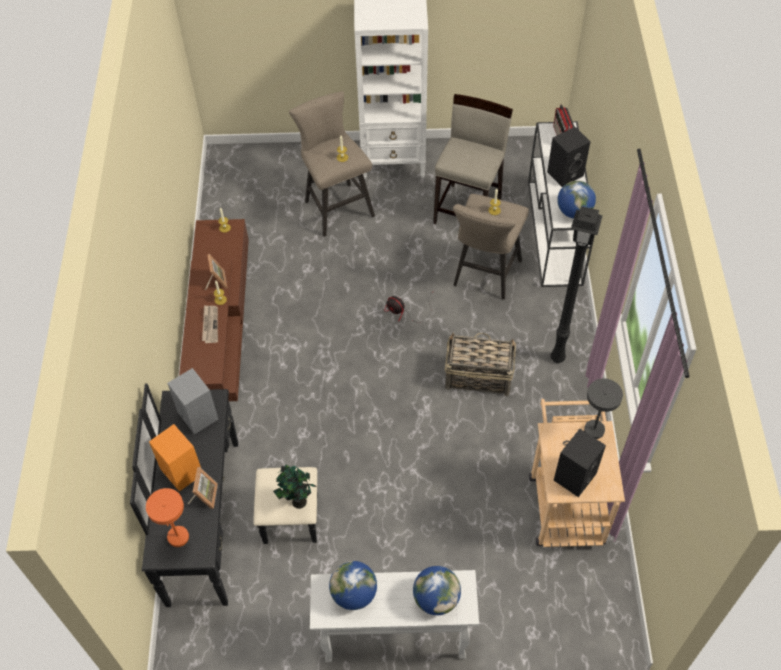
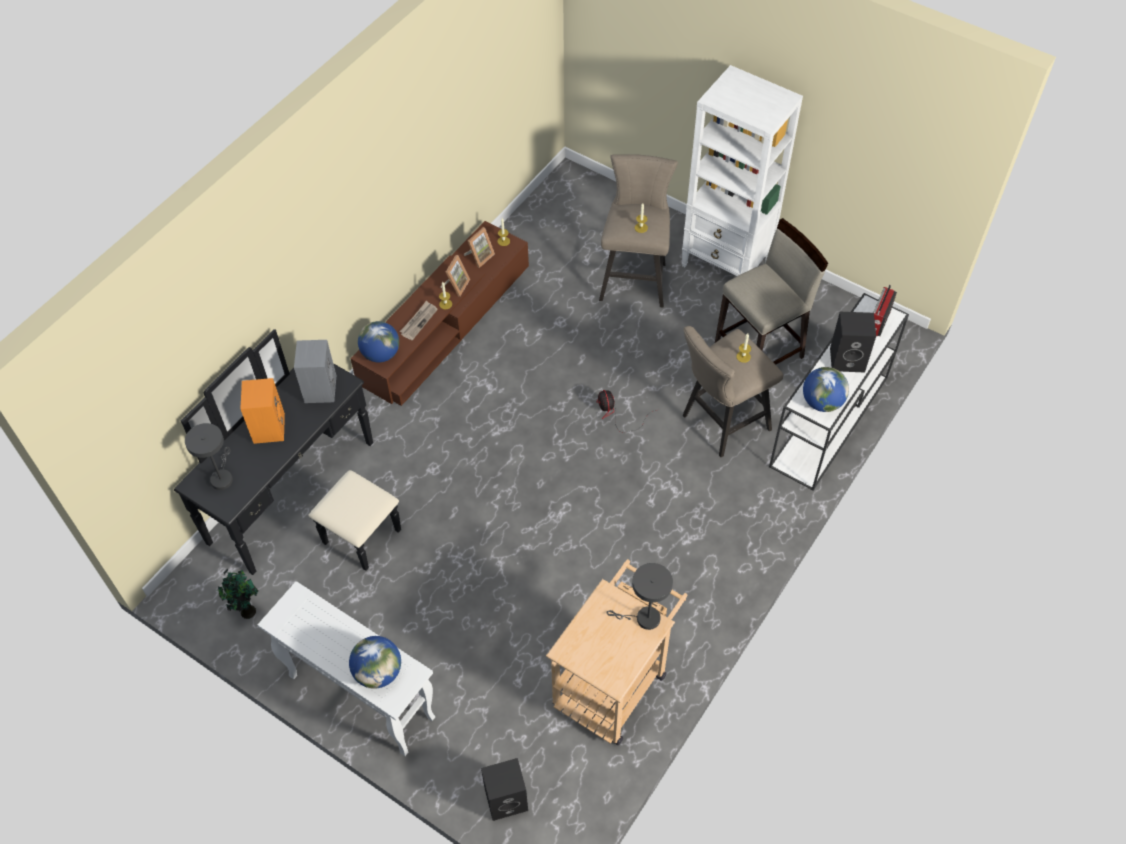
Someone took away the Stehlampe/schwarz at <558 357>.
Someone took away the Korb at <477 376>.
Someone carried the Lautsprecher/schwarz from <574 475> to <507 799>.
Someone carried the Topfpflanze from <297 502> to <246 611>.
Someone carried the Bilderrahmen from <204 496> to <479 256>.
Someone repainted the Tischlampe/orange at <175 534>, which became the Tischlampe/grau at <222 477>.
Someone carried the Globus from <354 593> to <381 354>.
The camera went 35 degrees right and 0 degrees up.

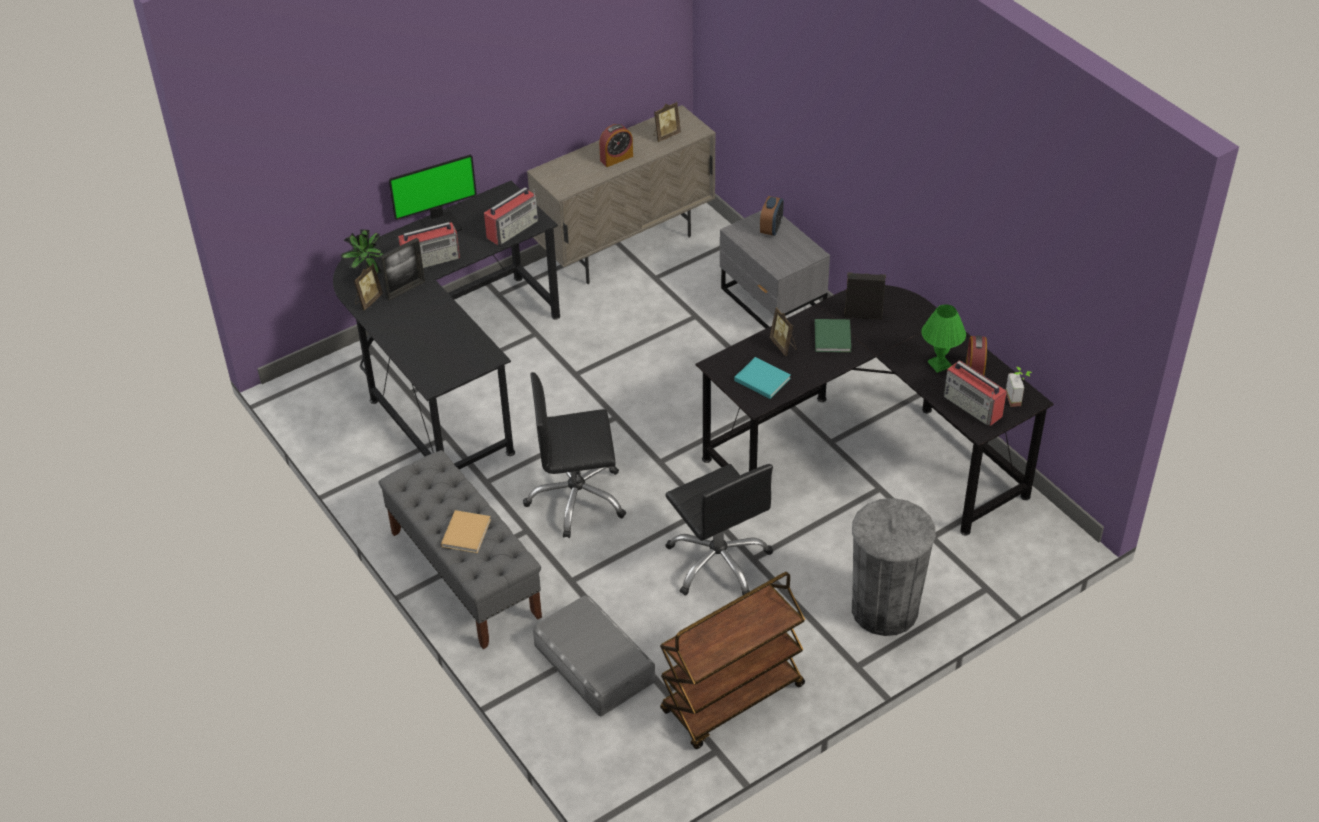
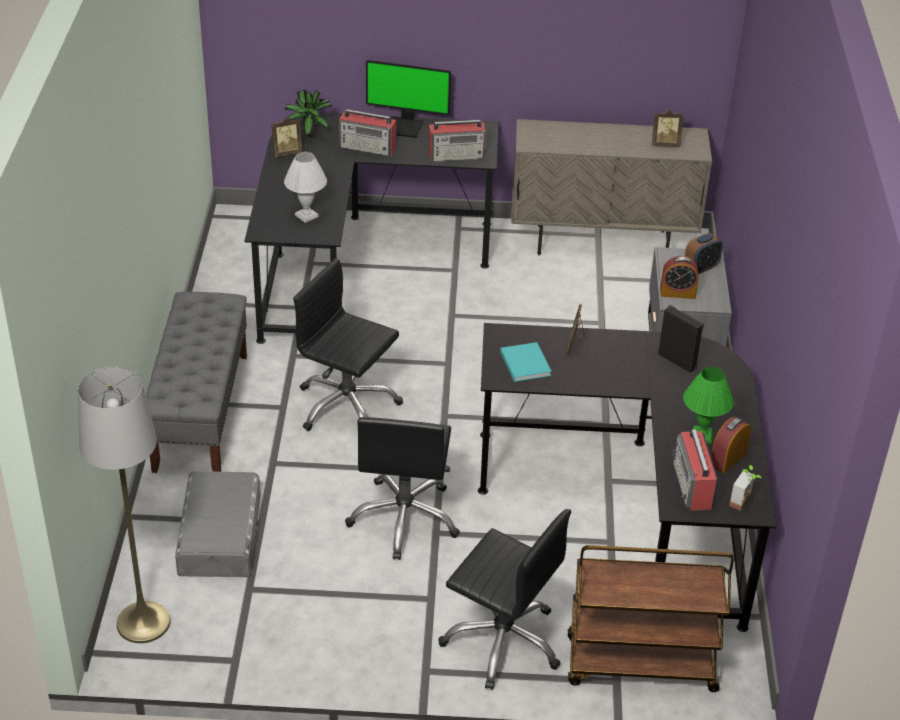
Someone carried the Wecker from <616 158> to <677 293>.
Someone took away the Bilderrahmen at <405 290>.
Someone took away the Buch/grün at <832 338>.
Someone swapped the Mülleimer/grau at <884 609> for the Bürostuhl/schwarz at <503 641>.
Someone took away the Buch/beige at <466 532>.
Someone carried the Rollwagen/braun from <732 700> to <639 665>.
Someone put down the Tischlampe/weiß at <307 215>.
Someone put down the Stehlampe/grau at <143 622>.
The camera went 35 degrees right and 5 degrees down.

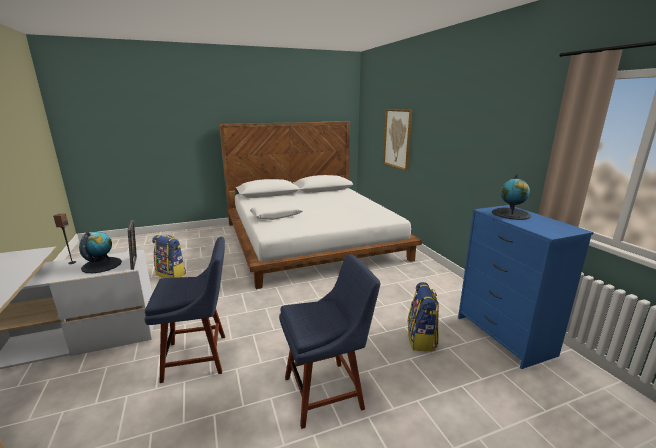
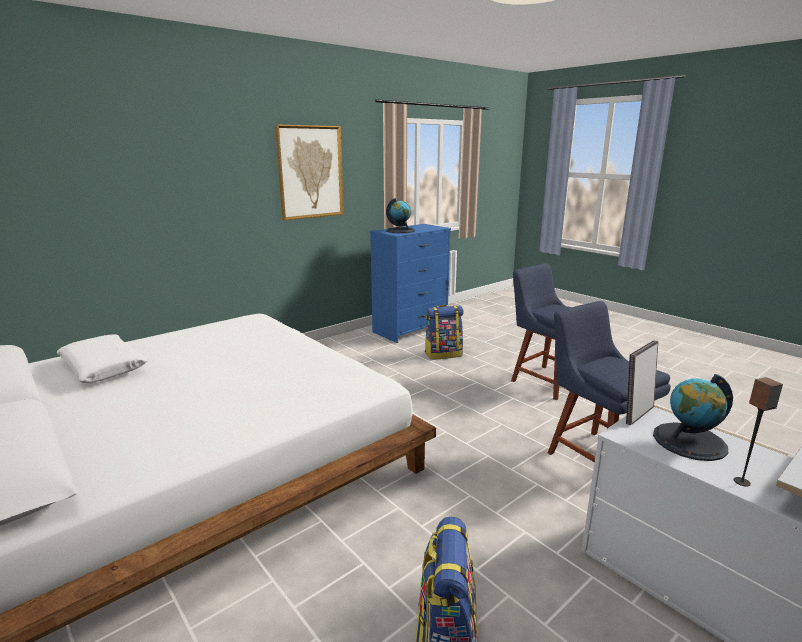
Someone carried the Bild from <397 138> to <310 172>.
Someone carried the Kissen/weiß from <276 216> to <104 367>.
The camera went 110 degrees left and 0 degrees up.

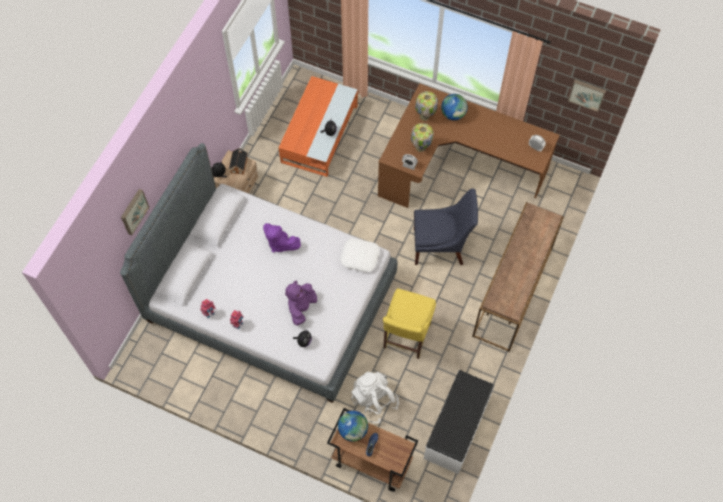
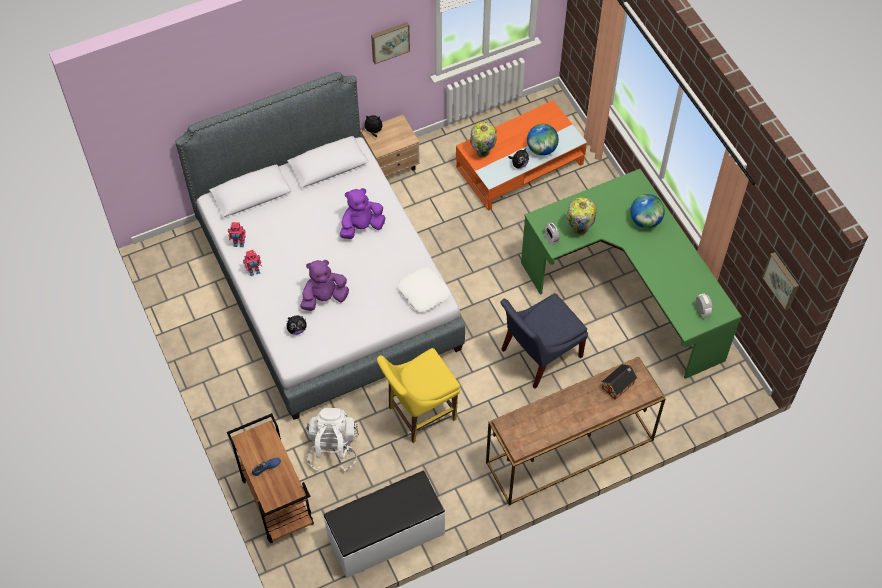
Someone repainted the Schreibtisch/braun at <457 169>, which became the Schreibtisch/grün at <628 293>.
Someone carried the Tischlampe from <425 117> to <482 153>.
Someone carried the Spielzeughaus from <239 164> to <619 385>.
Someone carried the Bild from <133 211> to <389 41>.
Someone rotated the Stuhl/blau at <441 246> by 105 degrees clockwise.
Someone rotated the Plüschtier/lila at <280 243> by 75 degrees clockwise.
Someone carried the Globus from <353 430> to <541 149>.
The camera went 40 degrees right and 5 degrees down.

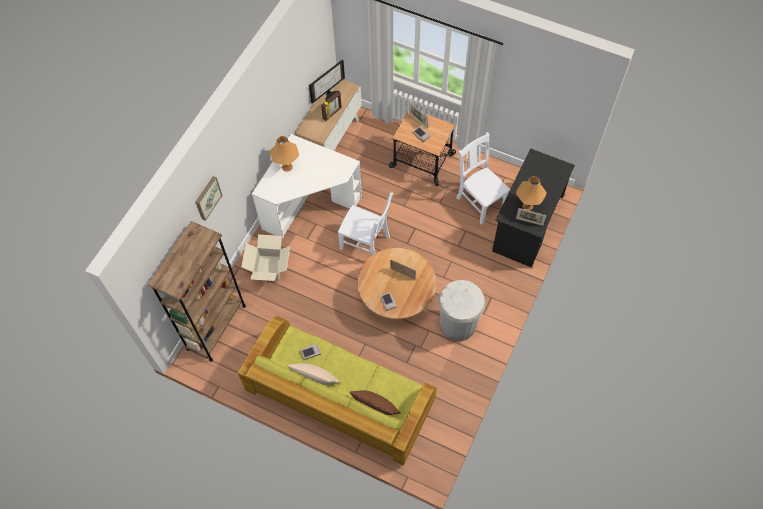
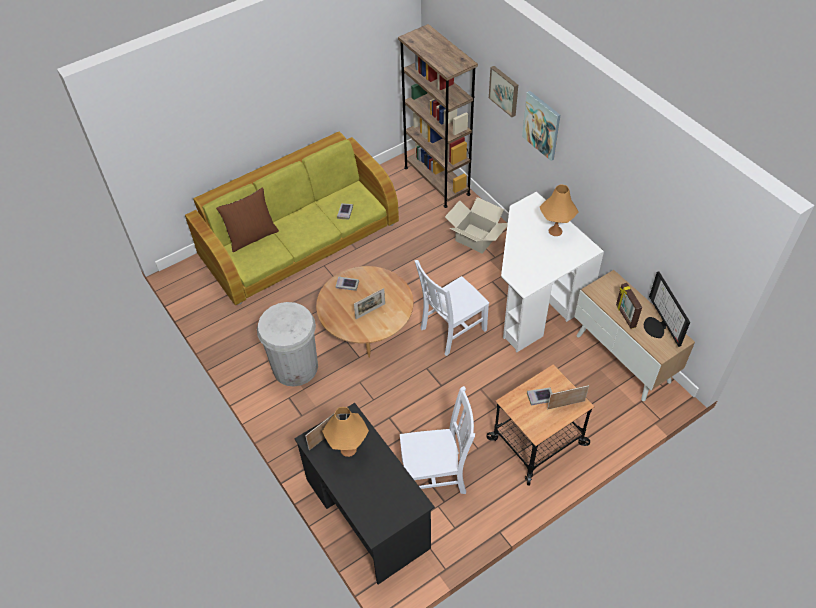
Someone took away the Kissen/beige at <315 381>.
Someone put up the Bild at <542 125>.
The camera went 120 degrees right and 10 degrees down.

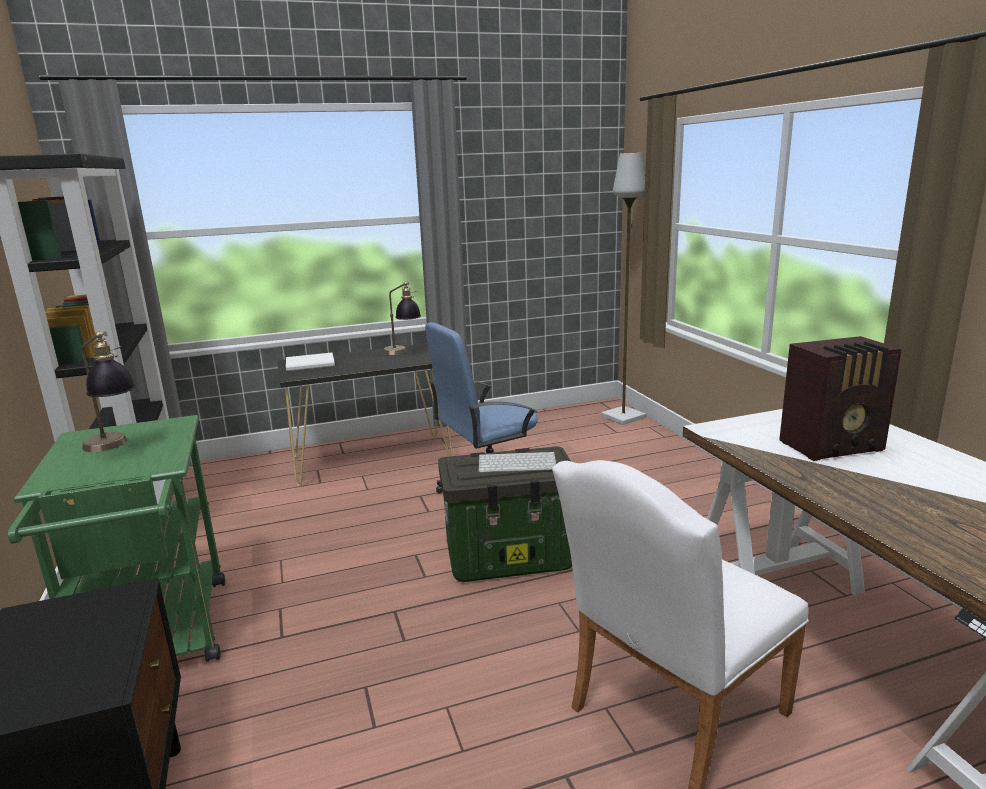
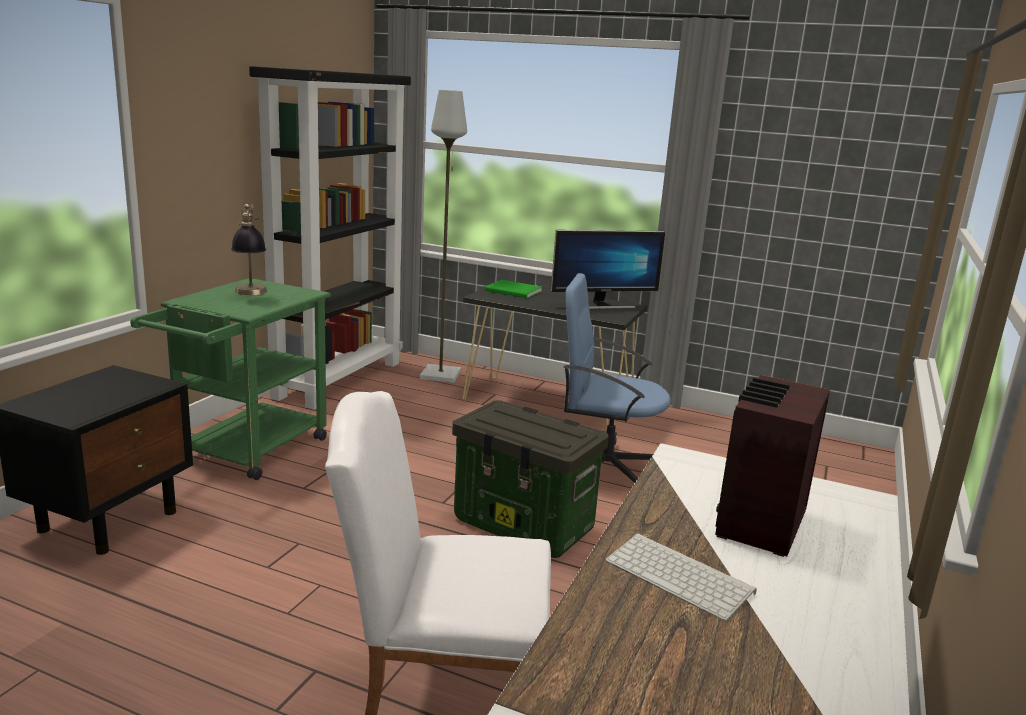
Someone carried the Stehlampe/grau from <623 416> to <441 375>.
Someone swapped the Tischlampe at <403 352> for the Monitor at <603 305>.
Someone rotated the Radio at <834 446> by 90 degrees clockwise.
Someone repainted the Buch/weiß at <312 364>, which became the Buch/grün at <514 291>.
Someone carried the Tastatur from <518 463> to <681 576>.
The camera went 40 degrees right and 0 degrees up.

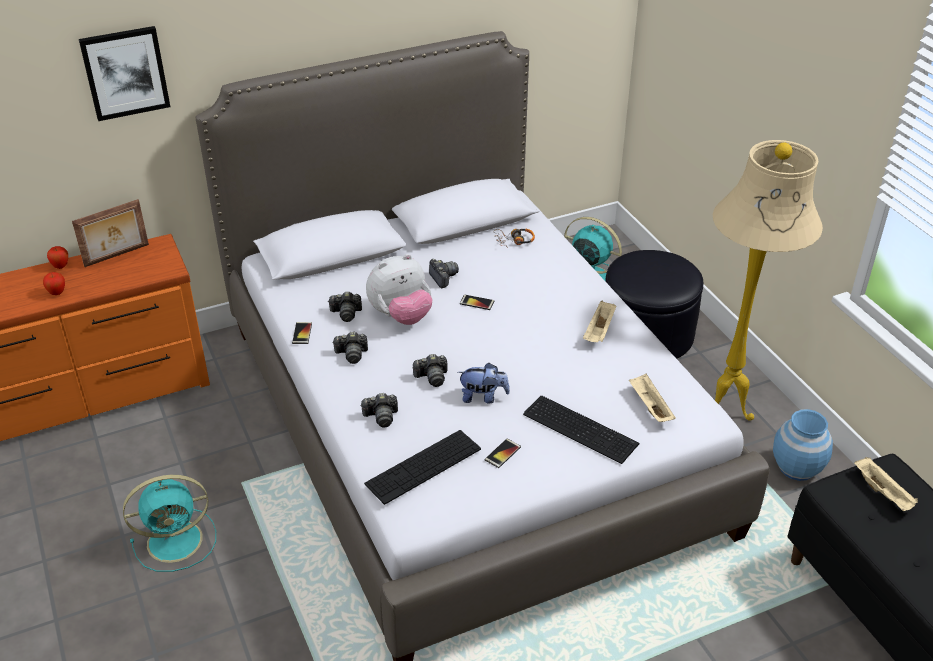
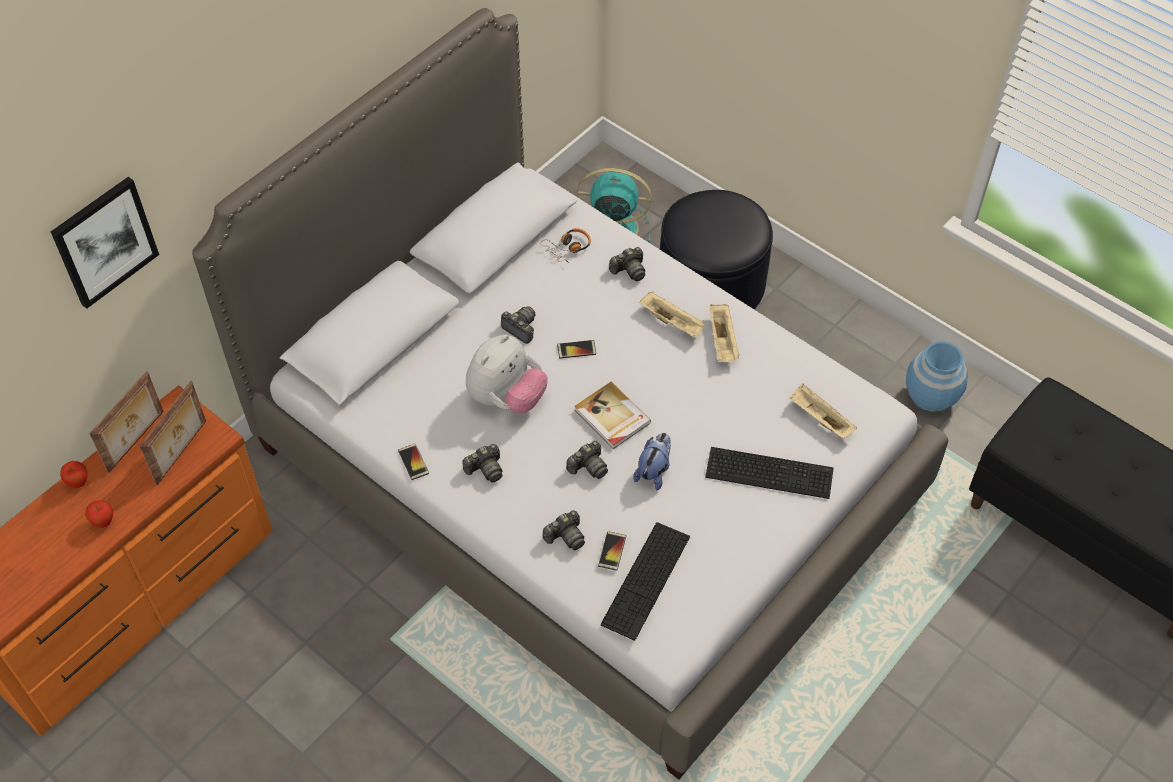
Someone took away the Stehlampe/beige at <728 410>.
Someone carried the Kamera from <346 313> to <629 270>.
Someone rotated the Plüschtier at <483 397> by 45 degrees counterclockwise.
Someone carried the Handy from <502 453> to <612 551>.
Someone carried the Tablett/beige from <883 493> to <673 322>.
Someone took away the Ventilator/türkis at <177 540>.
Someone put down the Bilderrahmen at <182 452>.
Someone put down the Buch at <612 417>.
The camera went 25 degrees left and 15 degrees up.

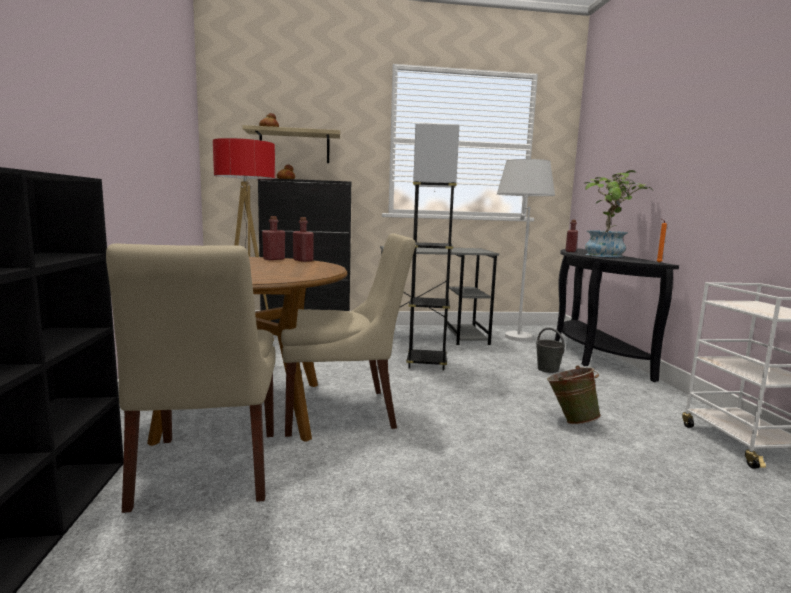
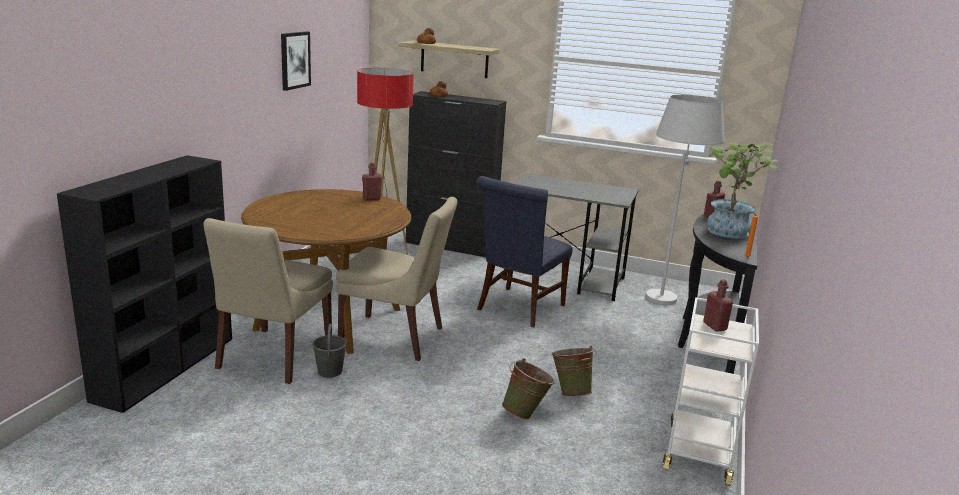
Someone swapped the Stehlampe/grau at <426 363> for the Stuhl/blau at <518 309>.
Someone carried the Flasche/rot from <303 260> to <714 326>.
Someone carried the Eimer/grau from <548 369> to <330 371>.
Someone put up the Bild at <294 60>.
Someone put down the Eimer/grün at <526 413>.
The camera went 25 degrees right and 10 degrees up.

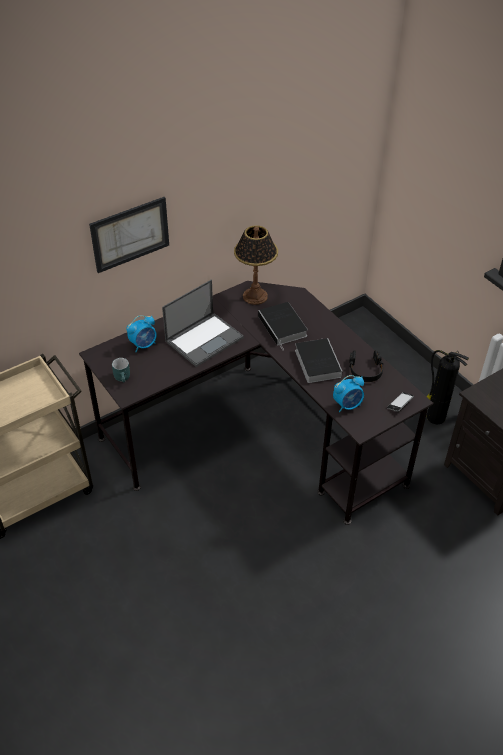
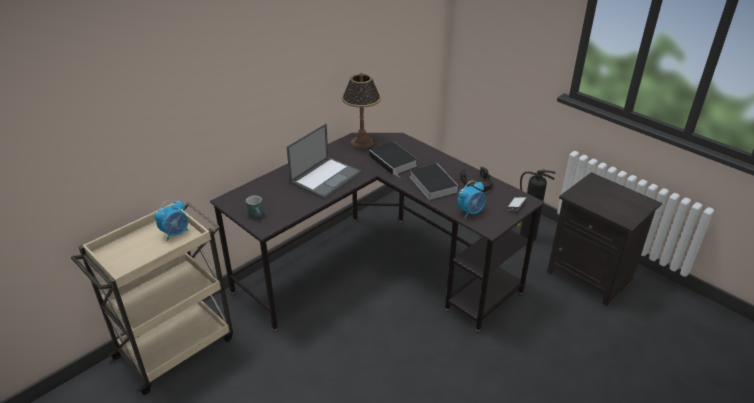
Someone took away the Bild at <130 234>.
Someone carried the Wecker from <144 345> to <176 233>.
The camera went 10 degrees left and 10 degrees down.

